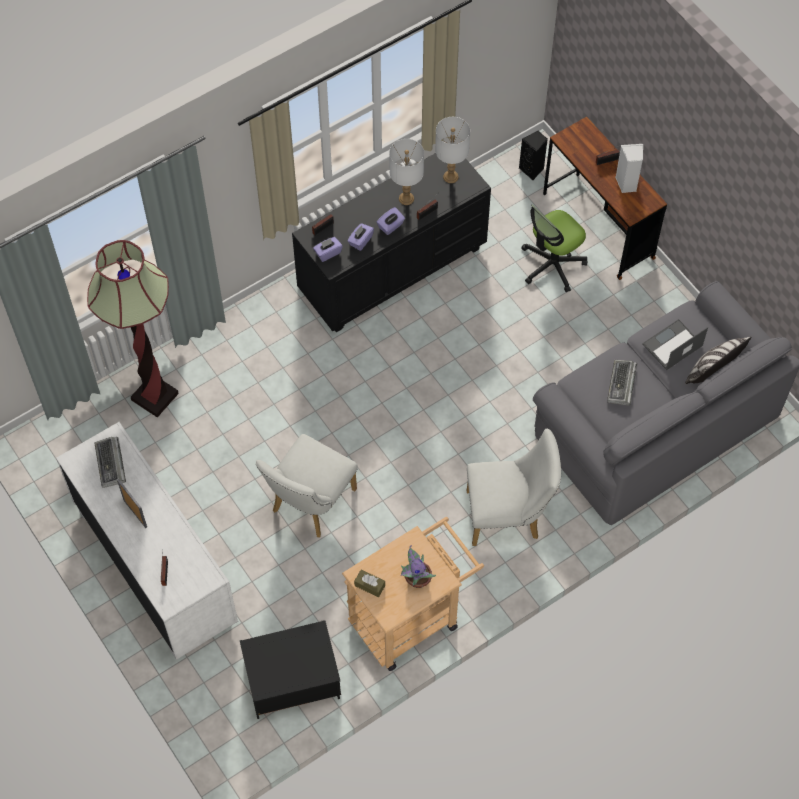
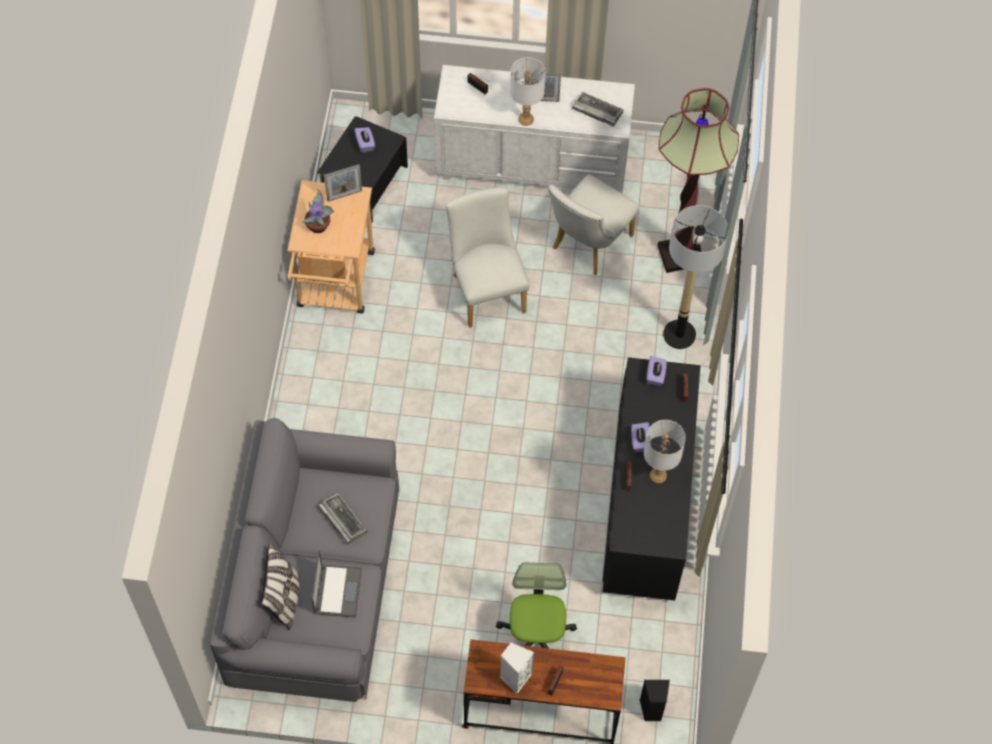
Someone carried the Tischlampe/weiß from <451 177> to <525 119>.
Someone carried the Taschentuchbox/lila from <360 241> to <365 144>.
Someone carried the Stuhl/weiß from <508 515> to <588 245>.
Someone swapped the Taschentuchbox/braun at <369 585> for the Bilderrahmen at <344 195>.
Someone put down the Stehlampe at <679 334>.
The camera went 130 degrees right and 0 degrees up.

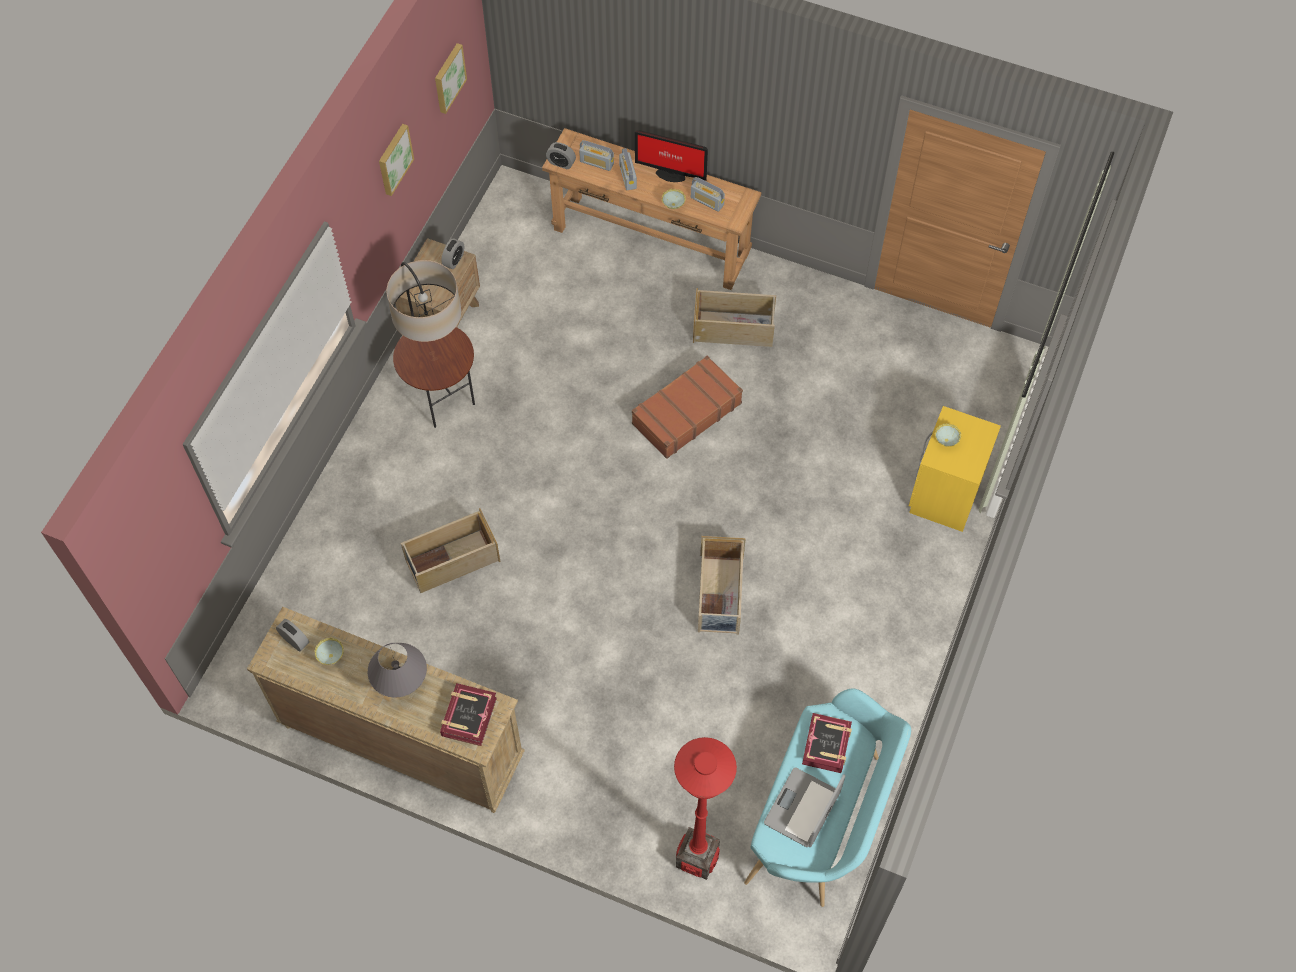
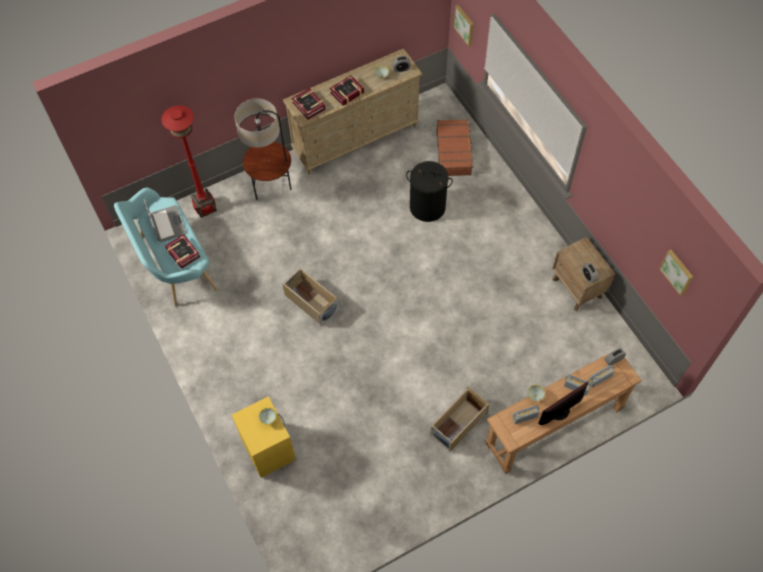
Someone carried the Bild from <394 159> to <465 25>.
Someone carried the Stehlampe from <442 399> to <272 188>.
Someone carried the Koffer/braun from <686 413> to <454 152>.
Someone swapped the Aufbewahrungsbox/beige at <452 561> for the Wäschekorb/schwarz at <427 207>.
Someone swapped the Tischlampe/grau at <401 682> for the Buch at <347 93>.
The camera went 130 degrees right and 0 degrees up.

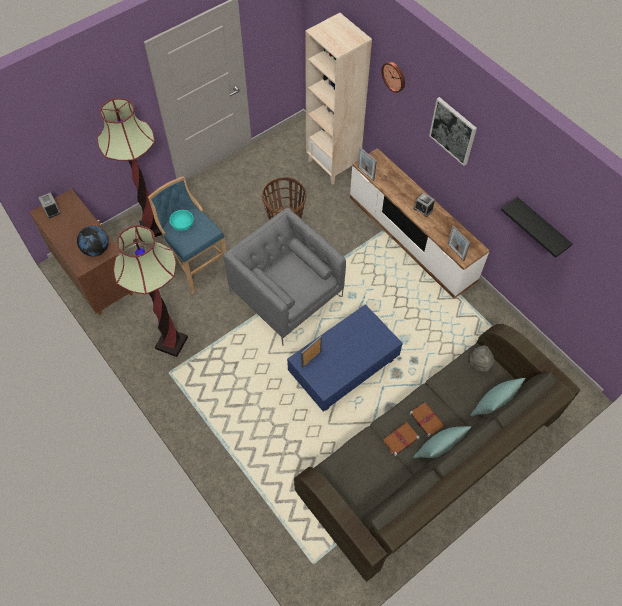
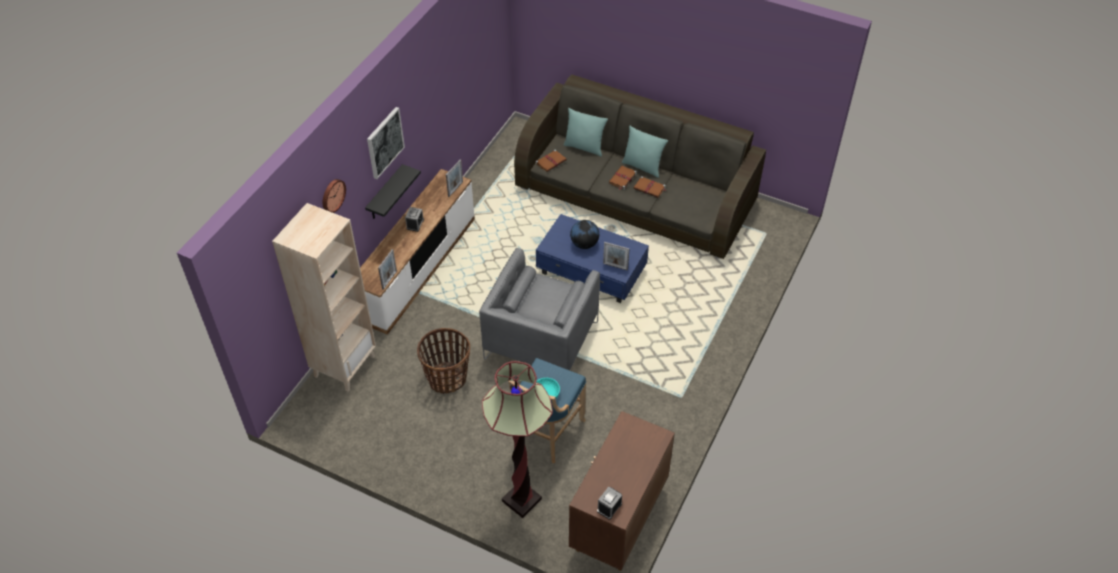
Someone carried the Wandregal/schwarz from <541 227> to <385 194>.
Someone took away the Stehlampe at <171 343>.
Someone carried the Globus from <96 249> to <584 244>.
Someone swapped the Hut/grau at <480 364> for the Buch/braun at <551 161>.
The camera went 115 degrees left and 10 degrees down.

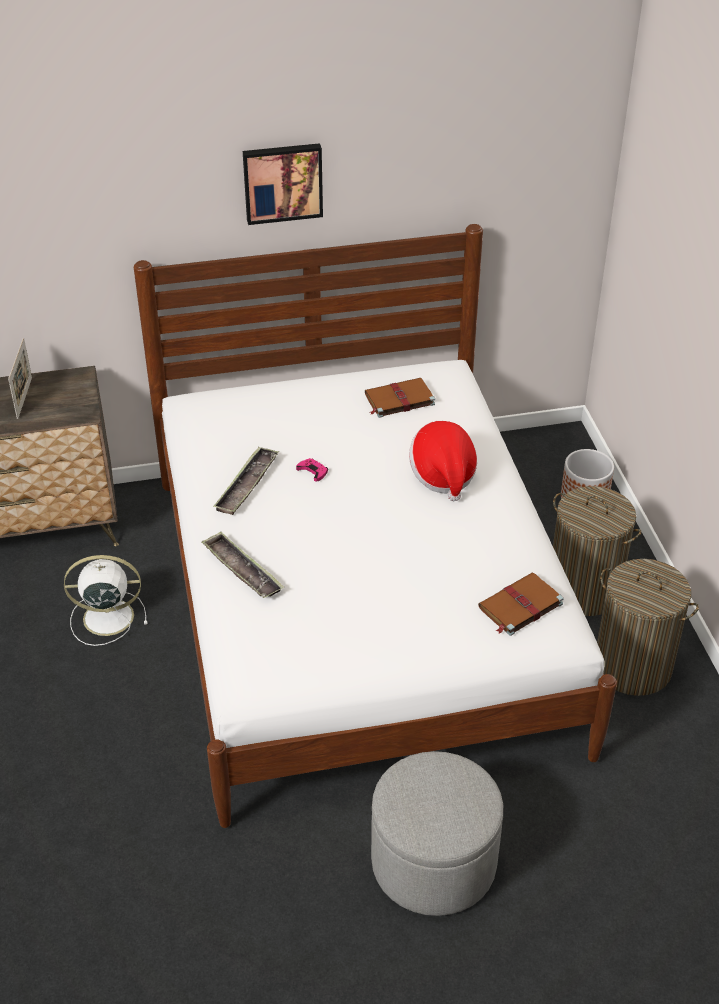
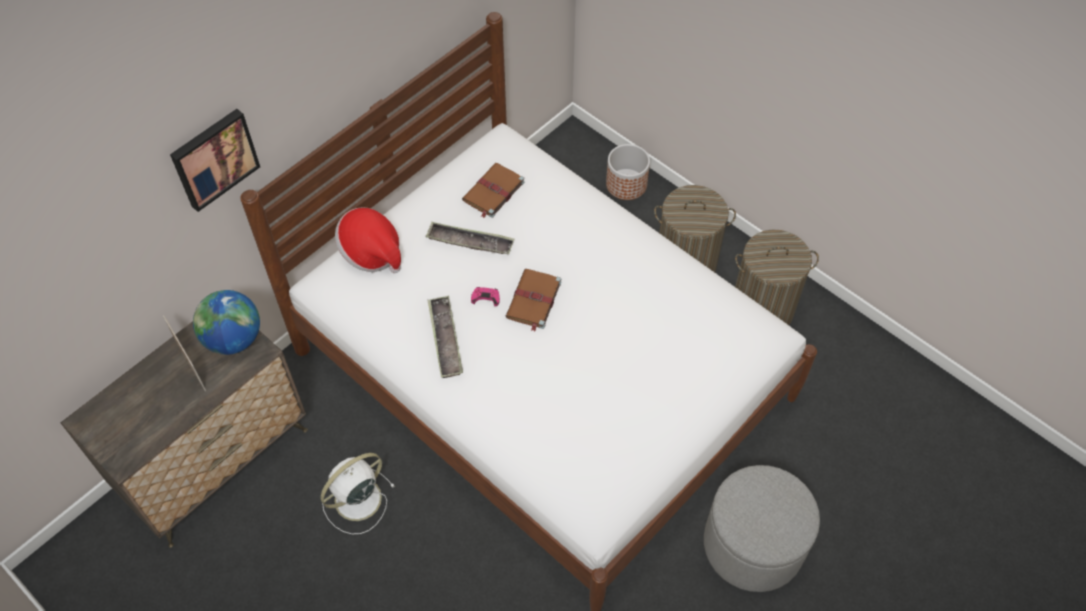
Someone carried the Bild from <282 182> to <213 158>.
Someone carried the Hut from <443 475> to <371 252>.
Someone carried the Tablett from <242 570> to <470 242>.
Someone carried the Buch/braun from <519 606> to <533 301>.
Someone put down the Globus at <233 339>.
The camera went 35 degrees left and 15 degrees up.

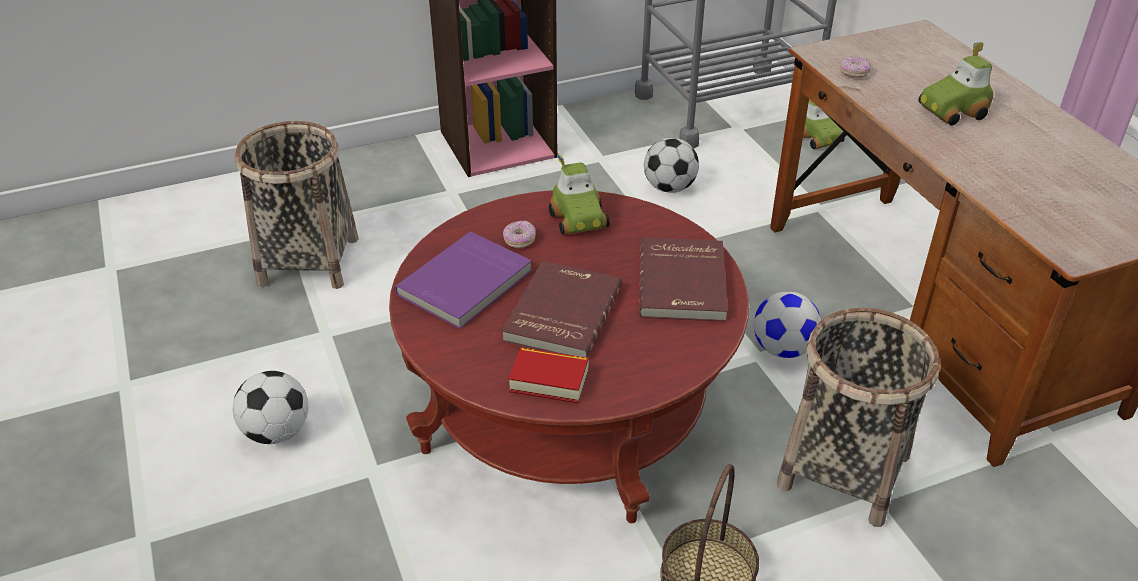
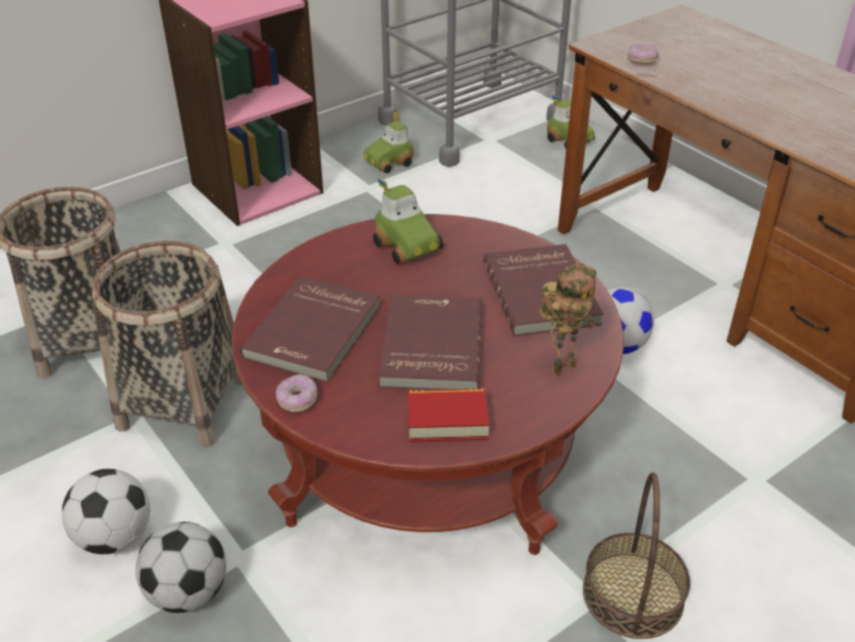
Someone carried the Spielzeugauto from <952 112> to <389 163>.
Someone carried the Fußball from <669 188> to <188 593>.
Someone carried the Donut from <519 240> to <297 400>.
Someone repainted the Buch/lila at <467 283>, which became the Buch/rot at <315 332>.
Someone carried the Korb from <844 471> to <184 403>.
Someone put down the Spielzeugroboter at <562 366>.
The camera went 15 degrees left and 0 degrees up.

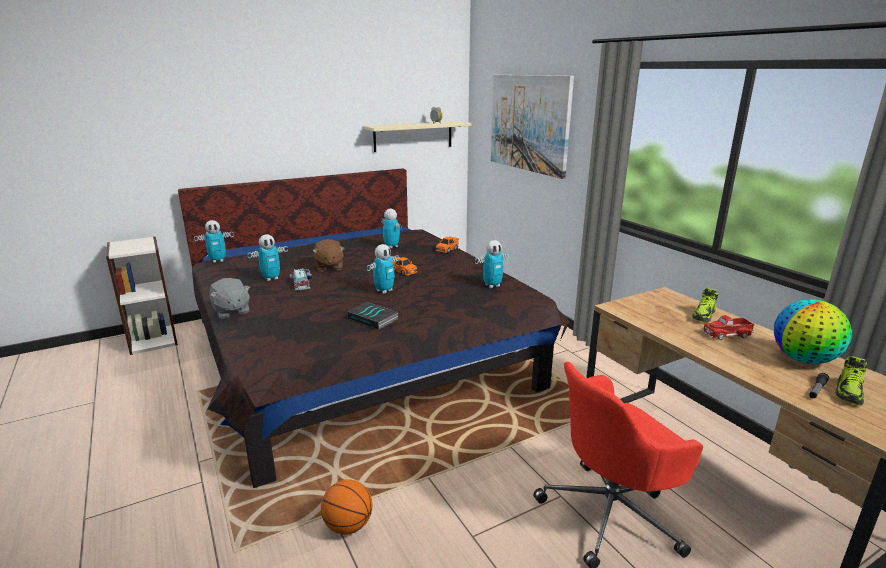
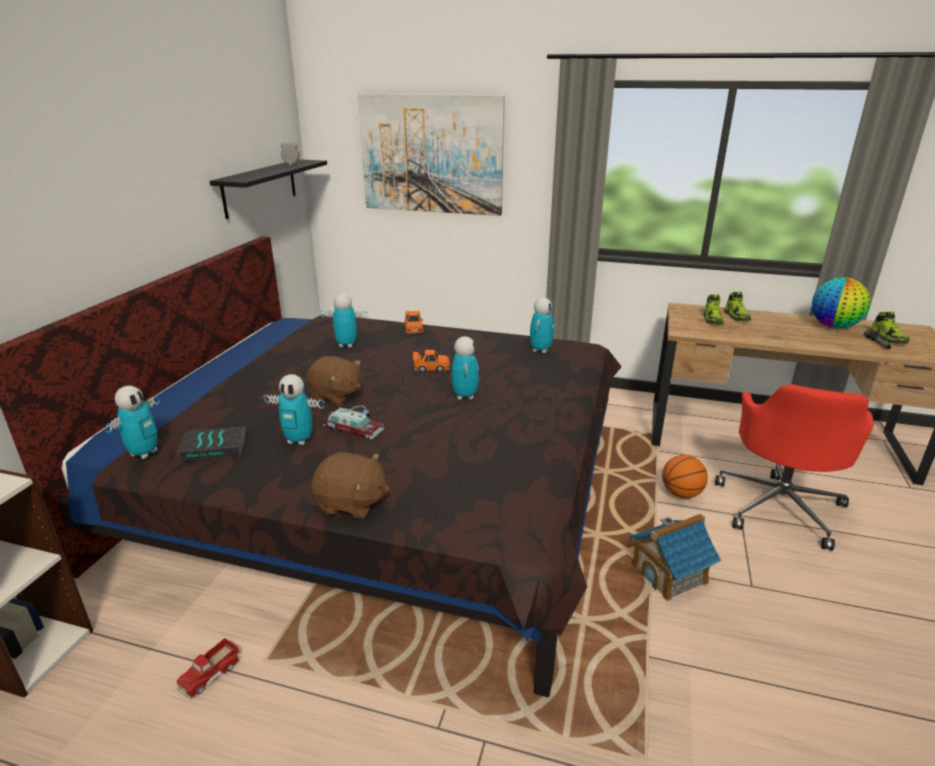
Someone repainted the Wandregal/beige at <413 136>, which became the Wandregal/schwarz at <260 187>.
Someone rotated the Spielzeugroboter at <271 278> by 90 degrees clockwise.
Someone repainted the Plüschtier/grau at <231 311>, which became the Plüschtier/braun at <351 503>.
Someone carried the Buch from <373 319> to <215 447>.
Someone carried the Spielzeuglaster from <726 334> to <210 673>.
Someone carried the Basketball from <348 525> to <681 494>.
Someone put down the Schuh at <712 320>.
Someone put down the Spielzeughaus at <669 574>.
The camera went 45 degrees left and 5 degrees up.

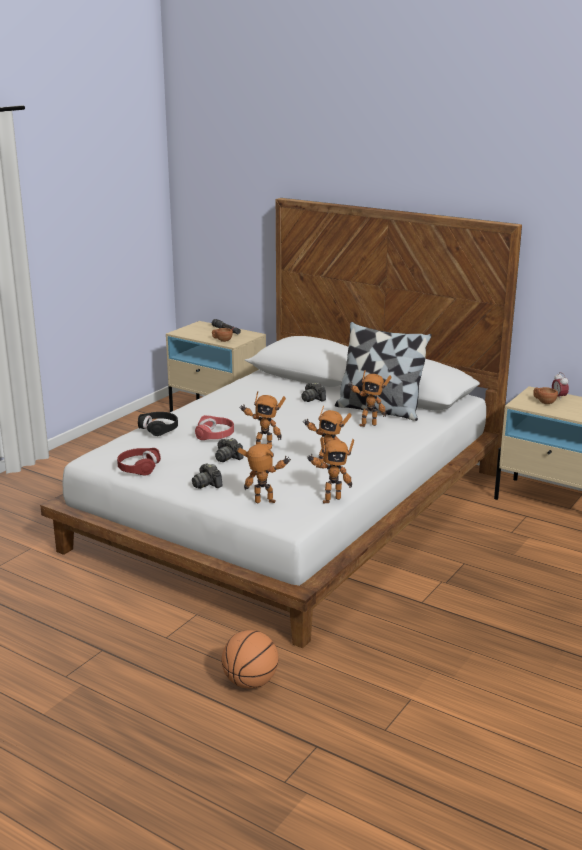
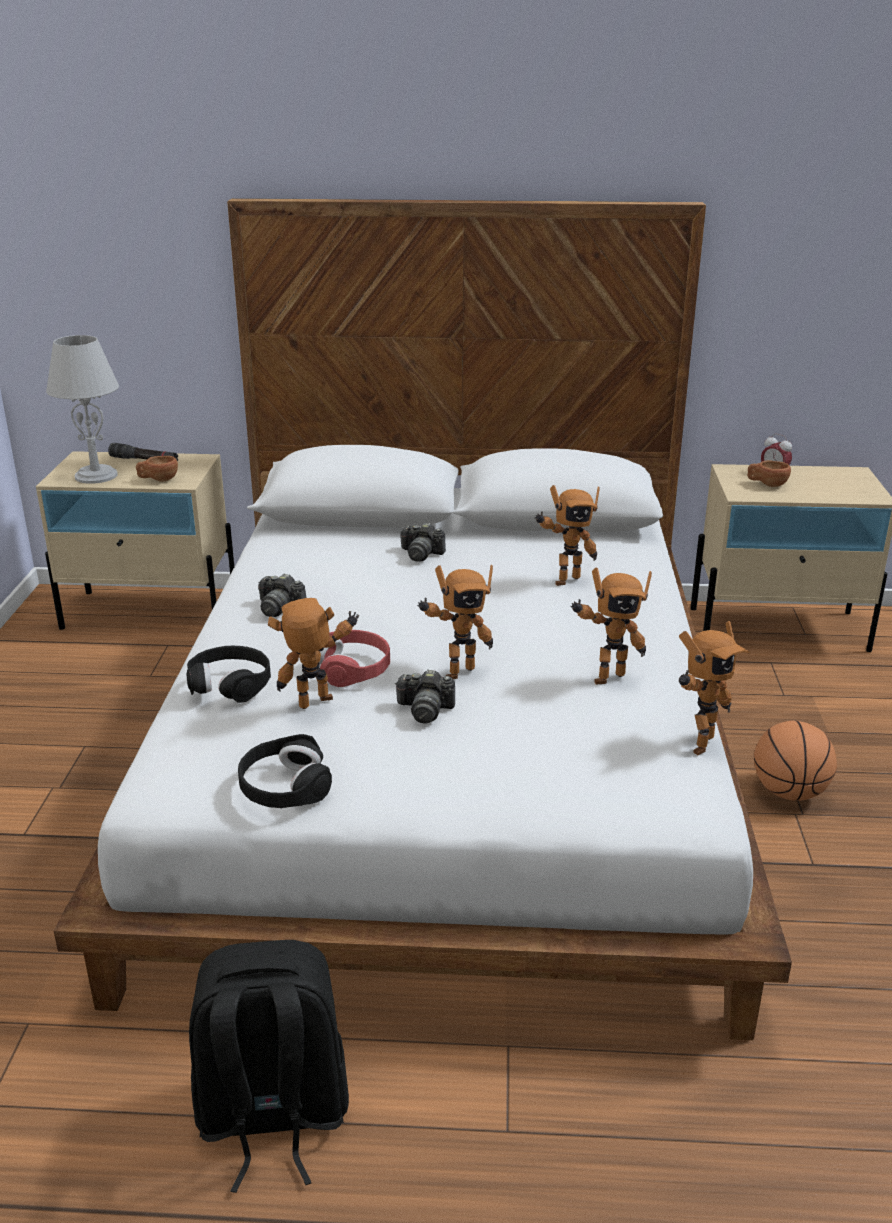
Someone took away the Kissen at <379 410>.
Someone carried the Spielzeugroboter from <265 504> to <319 705>.
Someone repainted the Kopfhörer/rot at <138 467>, which became the Kopfhörer/schwarz at <284 786>.
Someone carried the Kamera from <207 484> to <279 608>.
Someone carried the Basketball from <250 682> to <789 792>.
Someone put down the Tischlampe/grau at <96 475>.
Someone put down the Rucksack/schwarz at <272 1116>.
The camera went 30 degrees left and 5 degrees up.

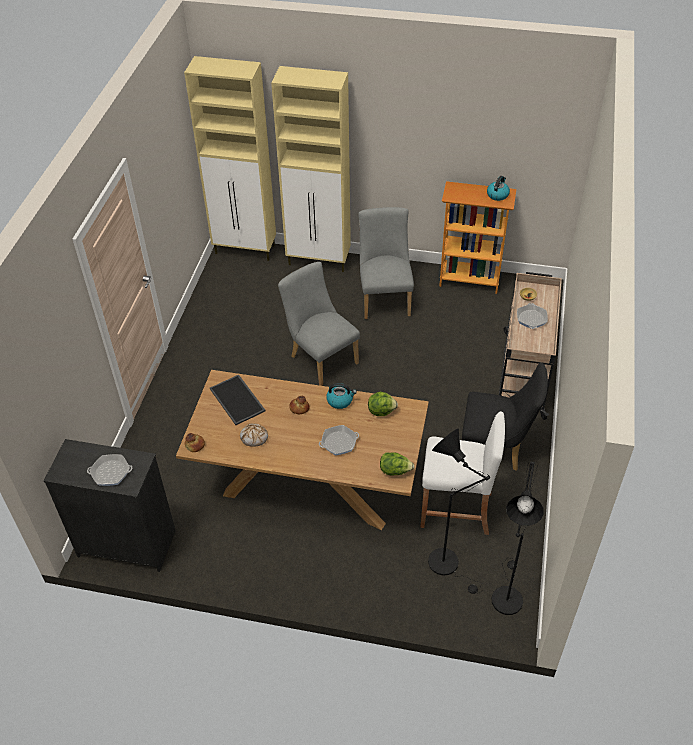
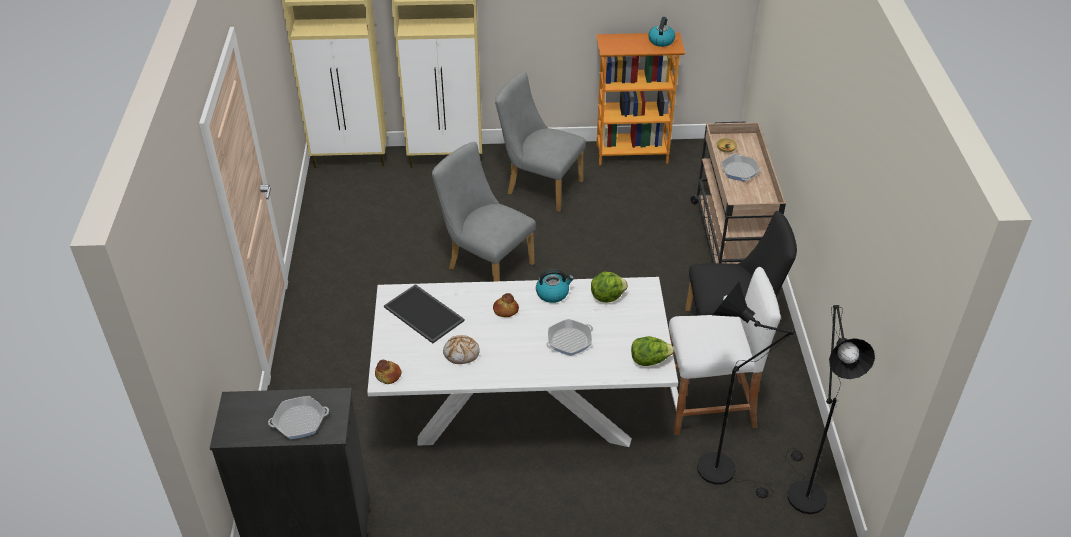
Someone rotated the Stuhl/grau at <384 297> by 45 degrees counterclockwise.
Someone repainted the Esstisch/braun at <308 485>, which became the Esstisch/weiß at <521 412>.
The camera went 15 degrees left and 5 degrees down.

